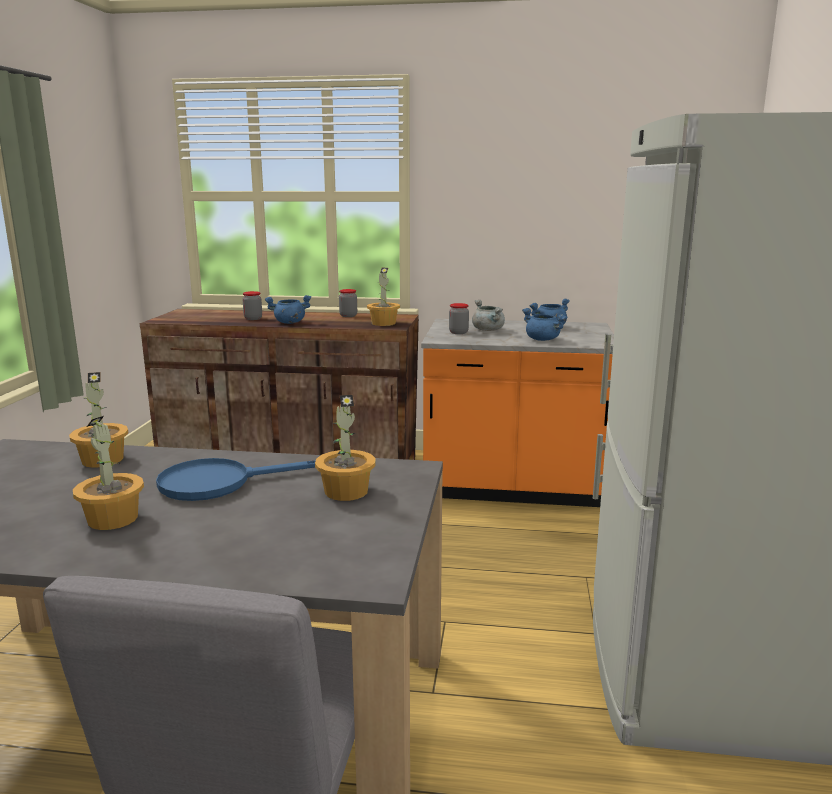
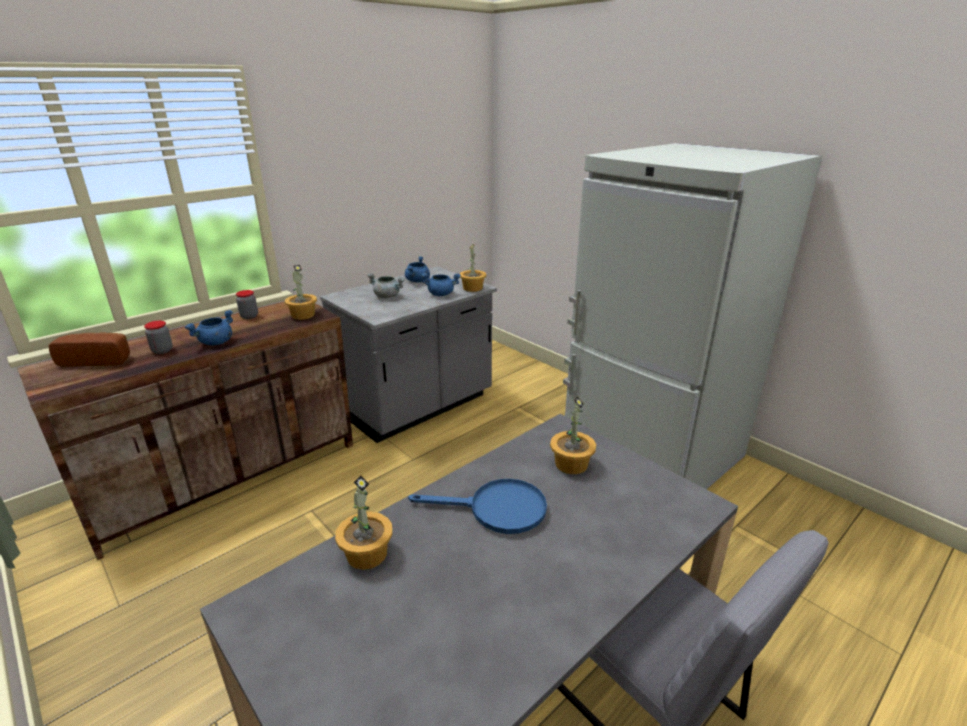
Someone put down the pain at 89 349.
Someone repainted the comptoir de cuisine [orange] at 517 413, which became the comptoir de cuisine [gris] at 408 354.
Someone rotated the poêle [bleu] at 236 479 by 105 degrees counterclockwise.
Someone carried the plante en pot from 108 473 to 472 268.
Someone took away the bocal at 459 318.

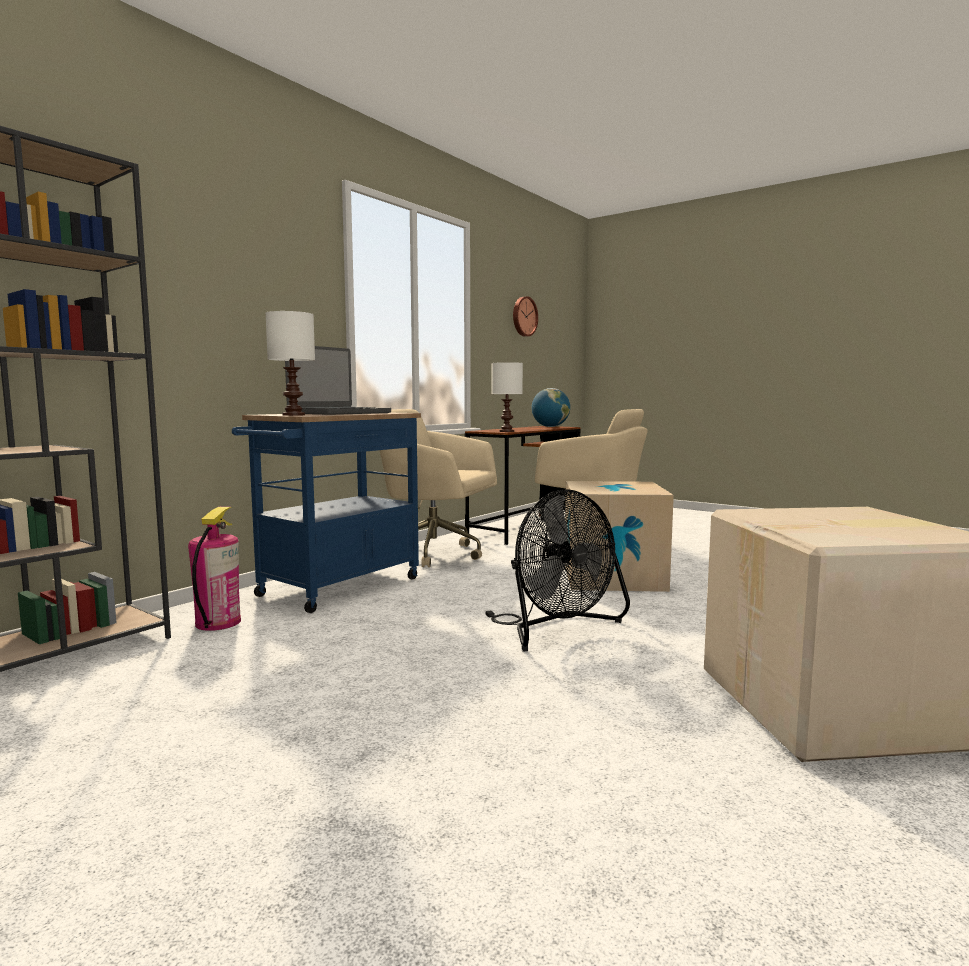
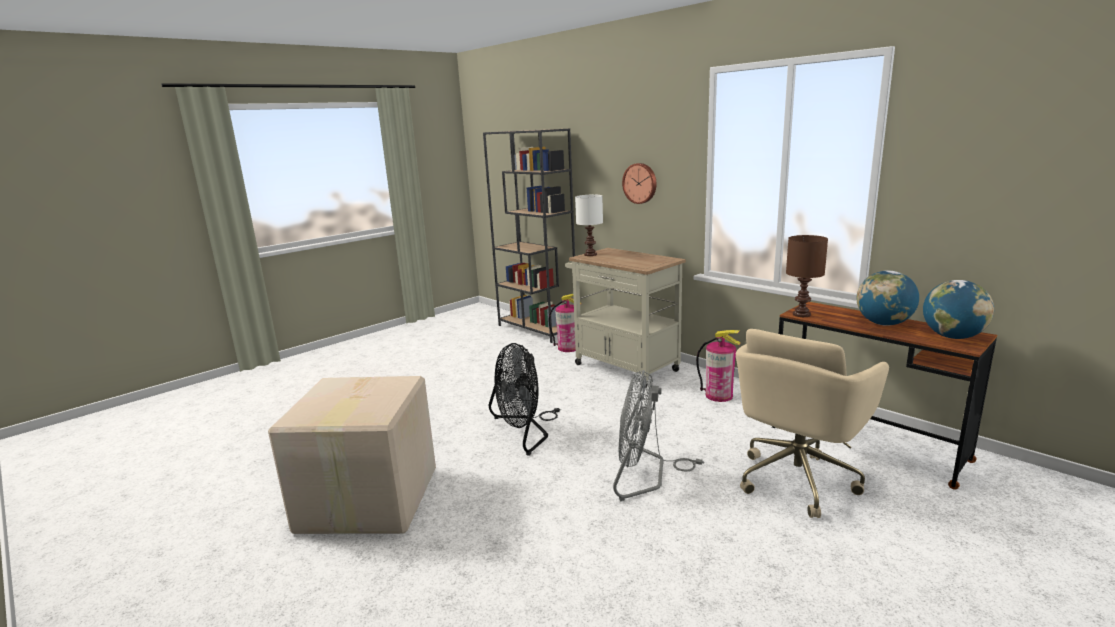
Someone repainted the chariot [bleu] at 326 513, which became the chariot [beige] at 625 318.
Someone swapped the carton at 619 536 for the ventilateur [gris] at 658 435.
Someone carried the horloge murale from 525 316 to 639 183.
Someone swapped the chaise de bureau [beige] at 438 488 for the extincteur at 718 366.
Someone repainted the lampe de table [blanc] at 507 397, which became the lampe de table [marron] at 807 276.
Someone put down the globe at 888 298.
Someone took away the ordinateur portable at 338 380.

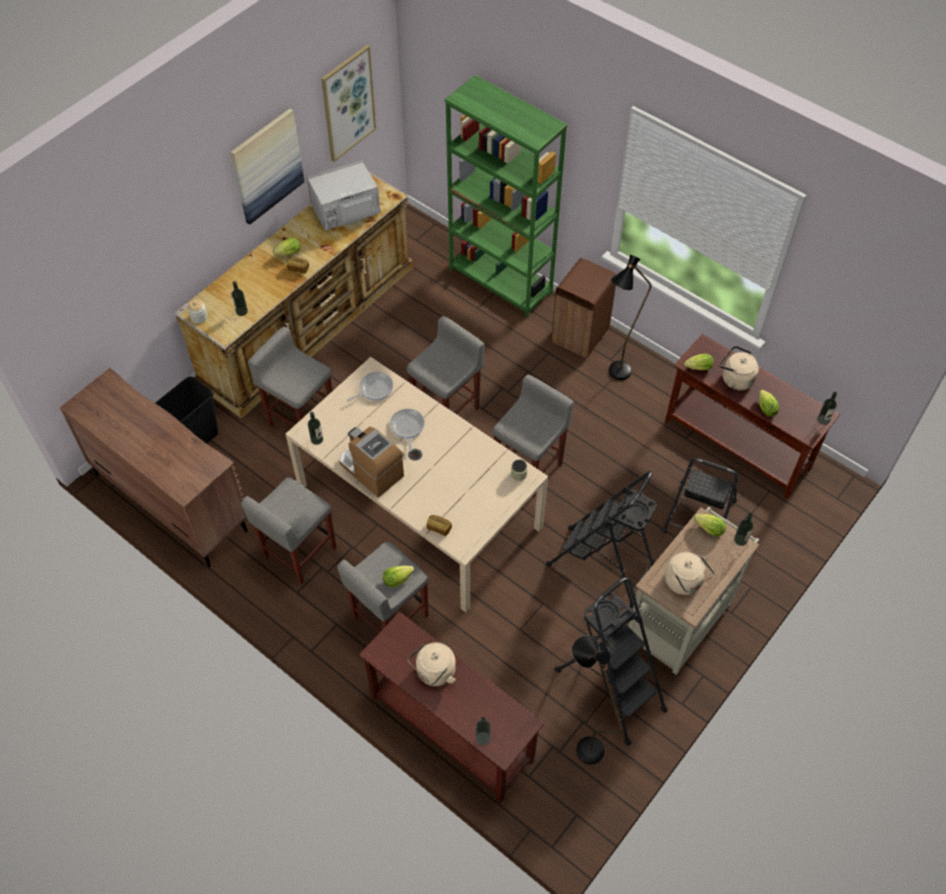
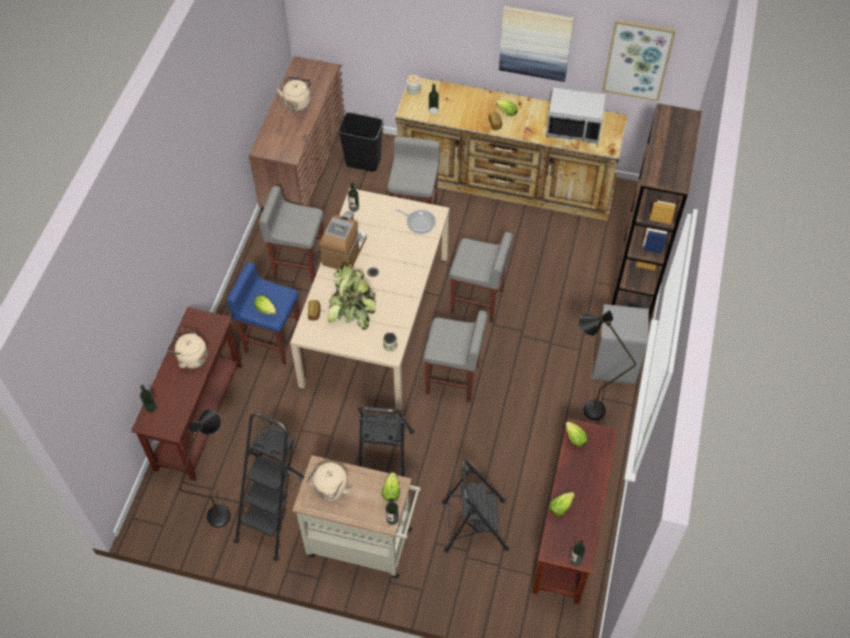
Someone repainted the tabouret [gris] at 383 587, which became the tabouret [bleu] at 263 313.
Someone carried the bouilloire [beige] from 739 368 to 294 94.
Someone put down the plante en pot at 351 297.
Someone rotated the micro-ondes [gris] at 344 195 by 150 degrees clockwise.
Someone repainted the poubelle [marron] at 583 308, which became the poubelle [gris] at 620 344.
Someone repainted the bibliothèque [vert] at 506 196, which became the bibliothèque [marron] at 656 212.
Someone took away the poêle at 407 430.

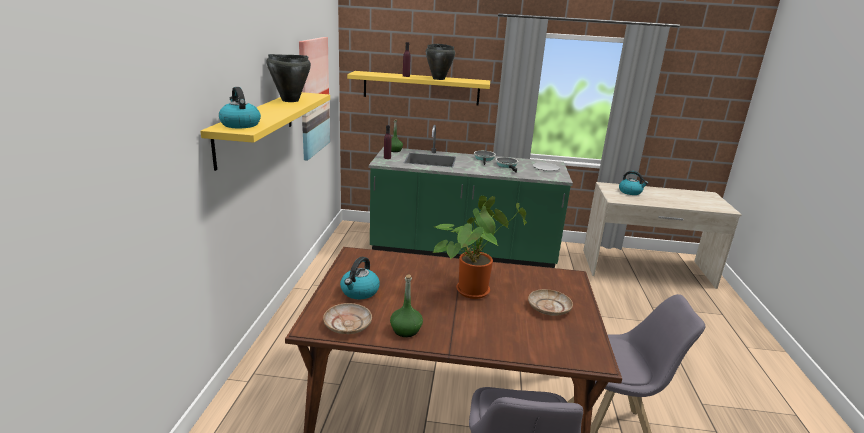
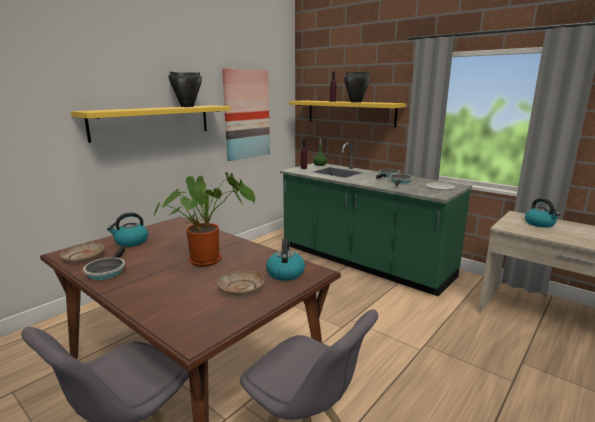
Someone swapped the bouteille [vert] at 406 305 for the poêle at 104 263.
Someone carried the bouilloire from 240 107 to 285 259.

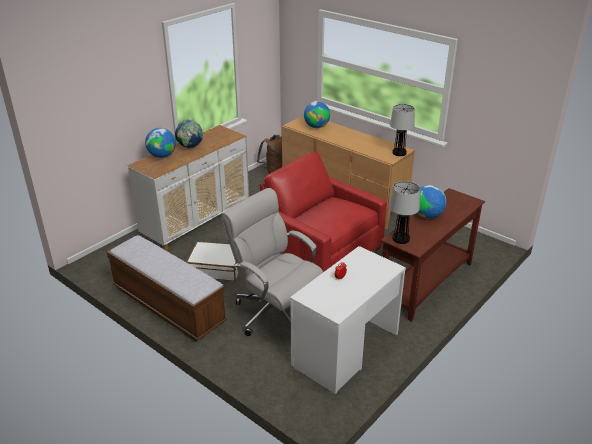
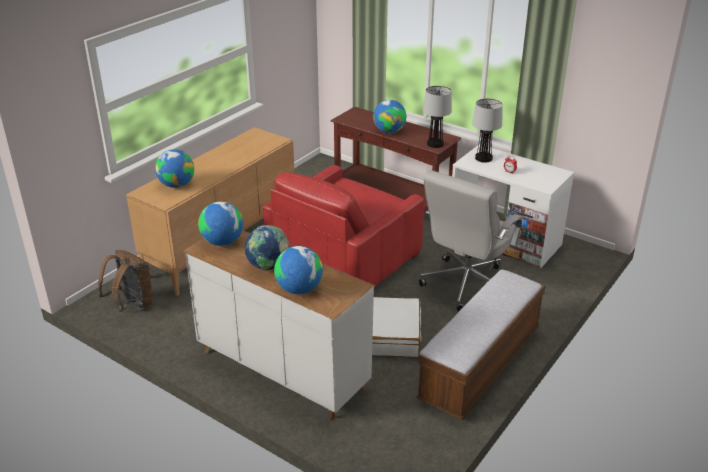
Someone put down the globe at 220 224.
Someone carried the lampe de table from 402 130 to 487 130.

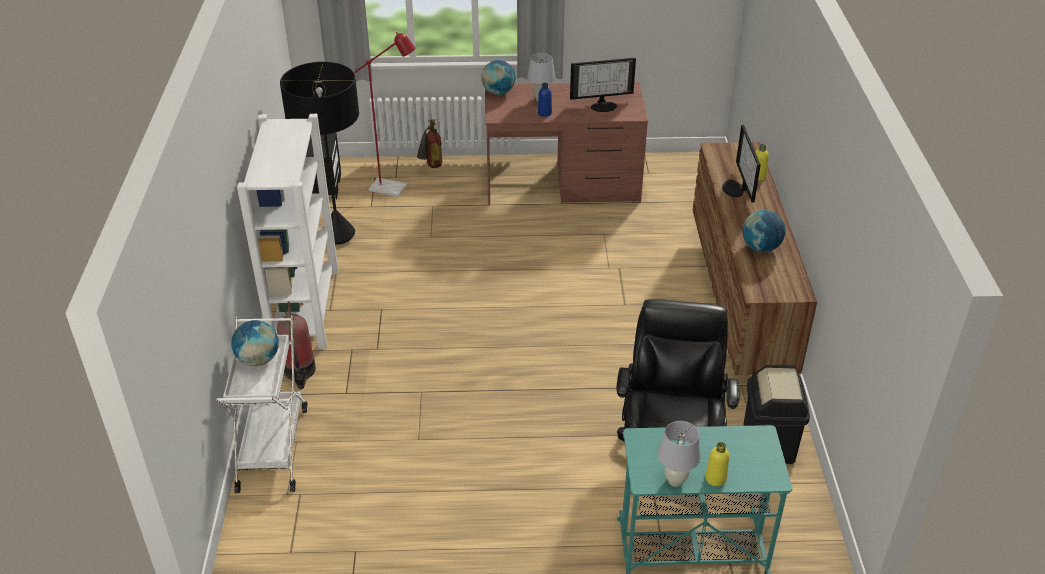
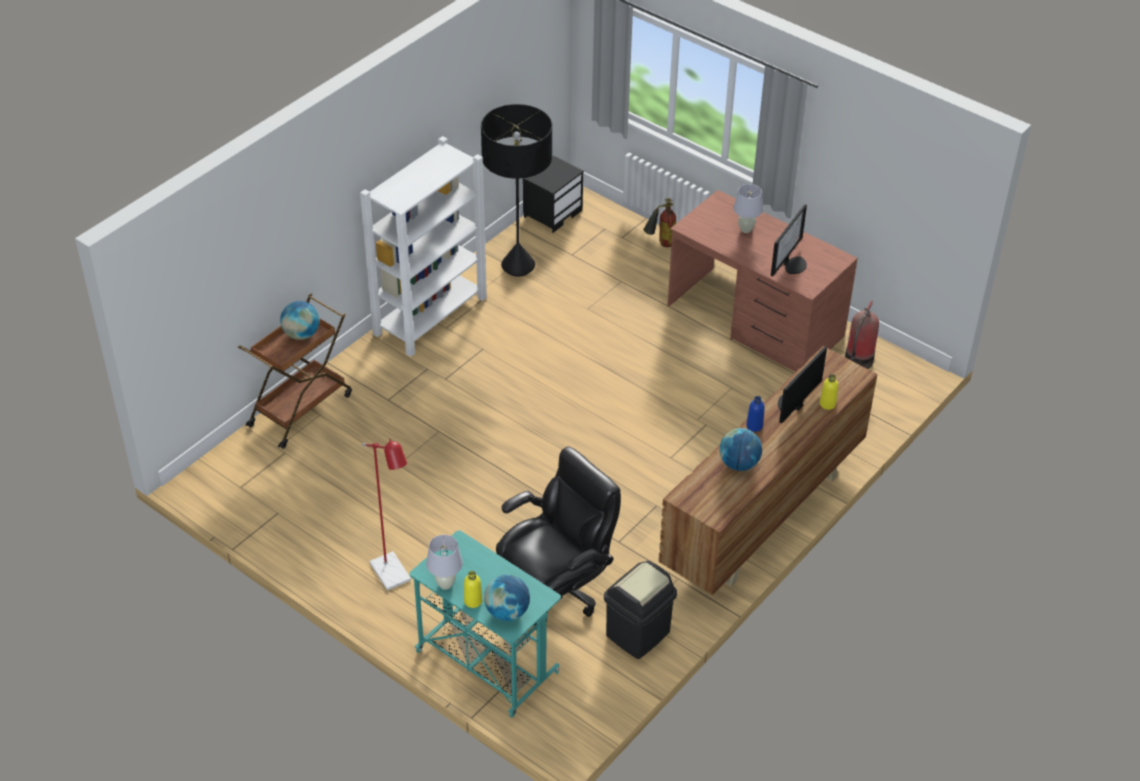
Someone repainted the chariot [blanc] at 262 404, which became the chariot [marron] at 295 371.
Someone carried the lampadaire [rouge] from 385 114 to 386 515.
Someone carried the globe from 498 77 to 507 598.
Someone carried the bouteille [bleu] from 545 100 to 755 414.
Someone rotated the écran d'ordinateur at 603 85 by 90 degrees counterclockwise.
Someone carried the extincteur from 296 345 to 862 334.

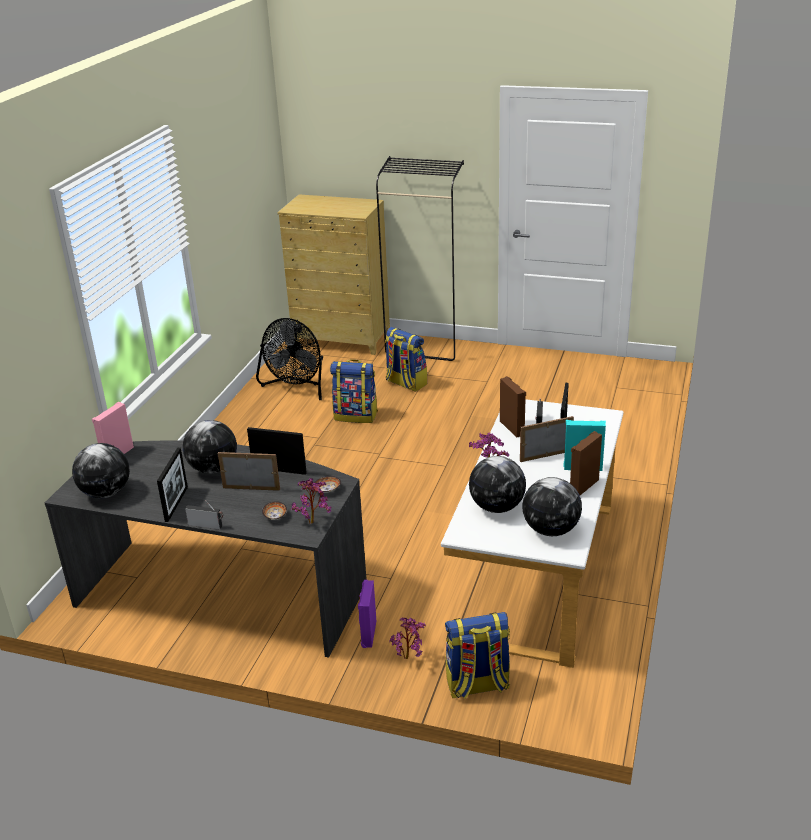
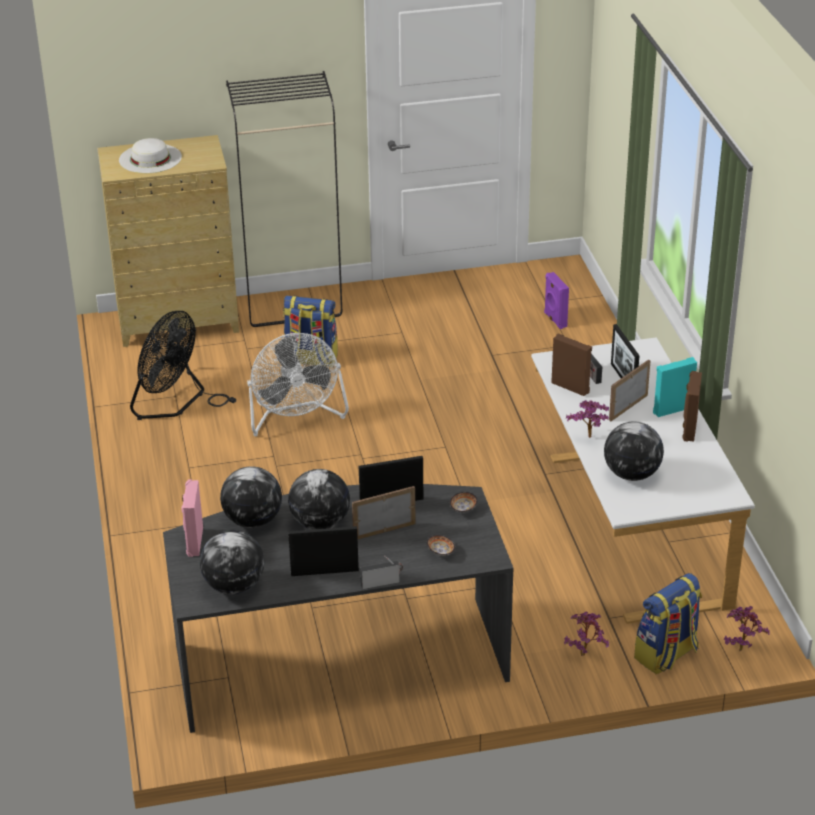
Someone put down the chapeau [blanc] at 150 155.
Someone rotated the ventilateur [noir] at 289 359 by 120 degrees clockwise.
Someone carried the globe from 552 506 to 251 497.
Someone swapped the sac à dos at 354 391 for the ventilateur [blanc] at 298 384.
Someone rotated the cadre photo at 172 485 by 75 degrees counterclockwise.
Someone carried the enceinte [violet] from 367 614 to 556 300.
Someone carried the plante en pot from 311 501 to 747 628.

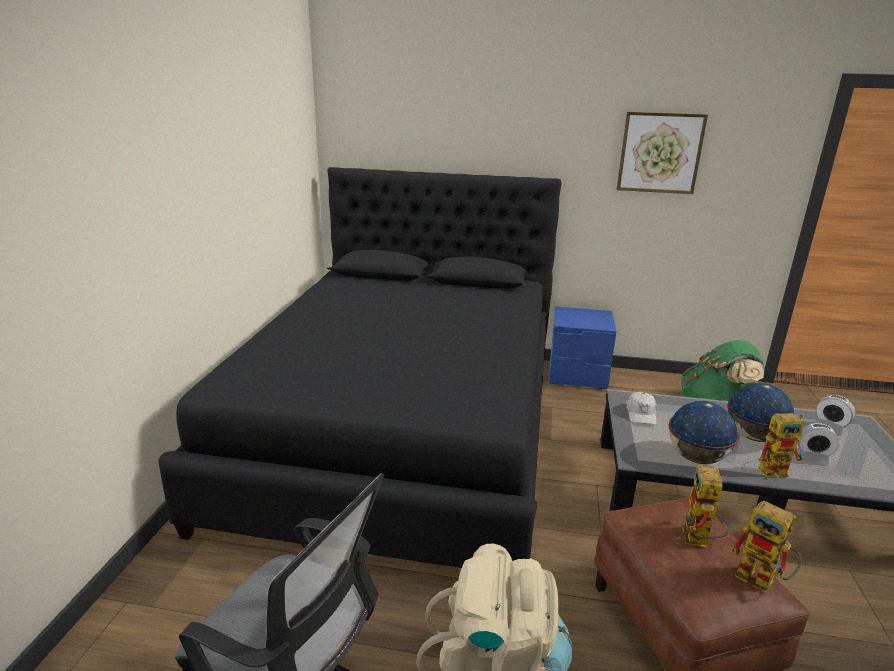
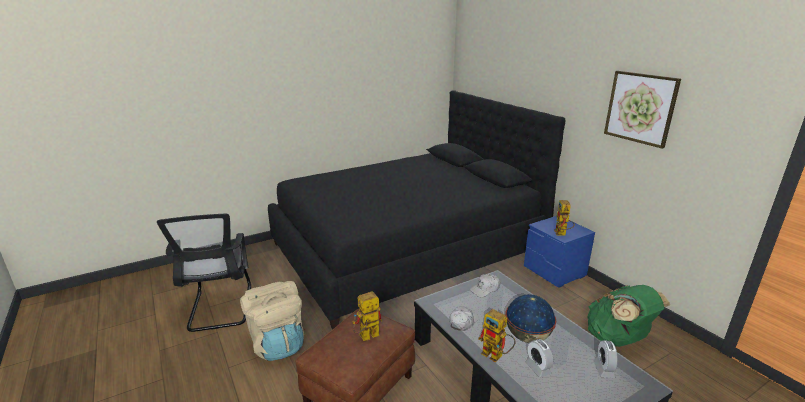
Someone swapped the globe at 704 432 for the casquette [blanc] at 464 319.
Someone carried the robot jouet from 766 547 to 564 218.

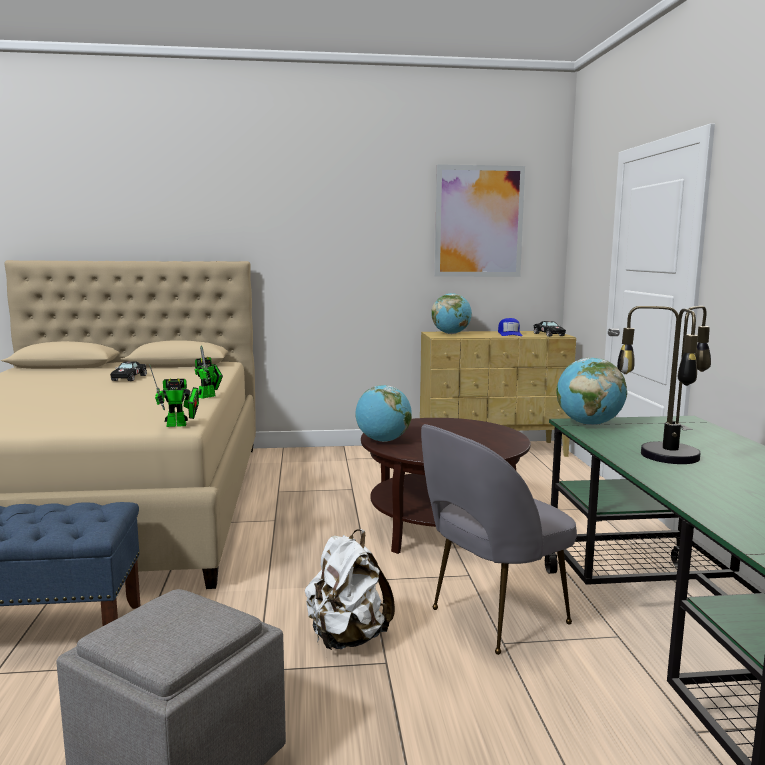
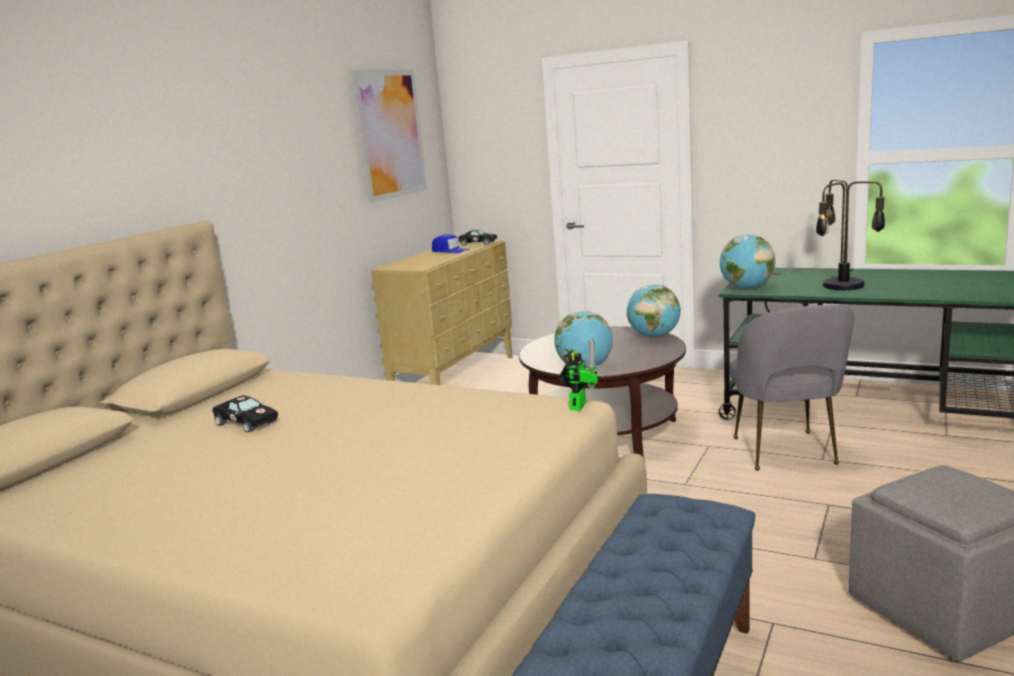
Someone carried the globe from 451 313 to 654 311.
Someone took away the robot jouet at 209 372.
Someone took away the sac à dos [blanc] at 350 589.

